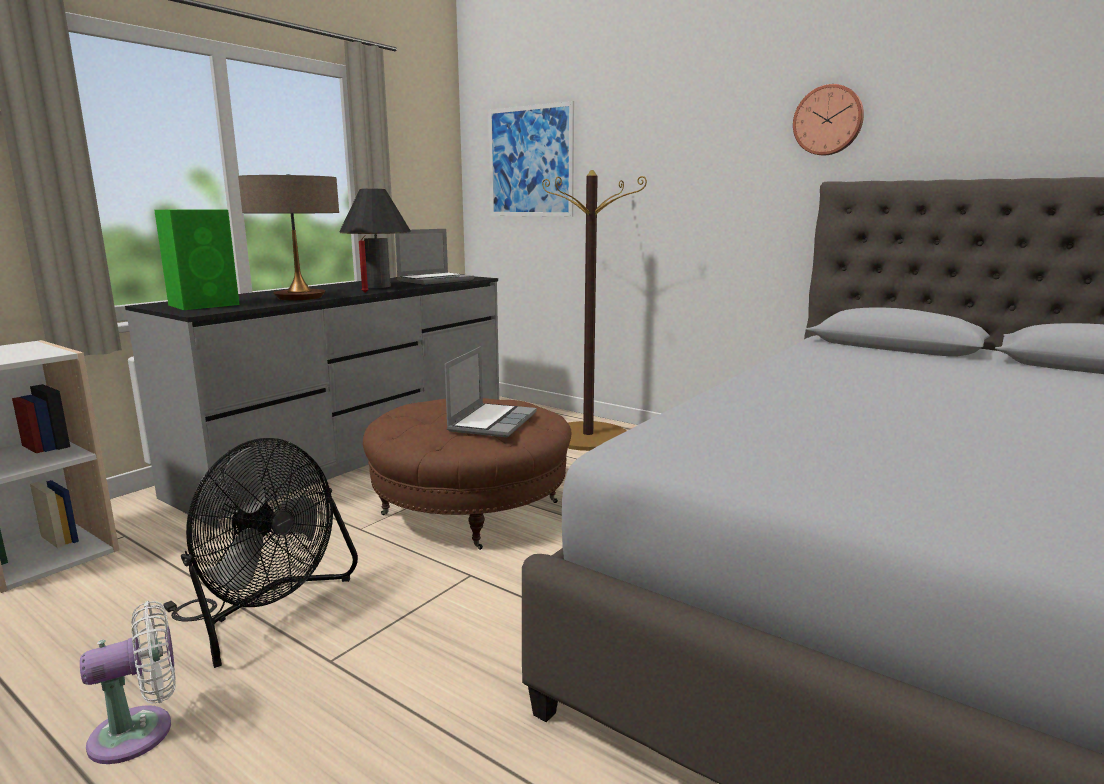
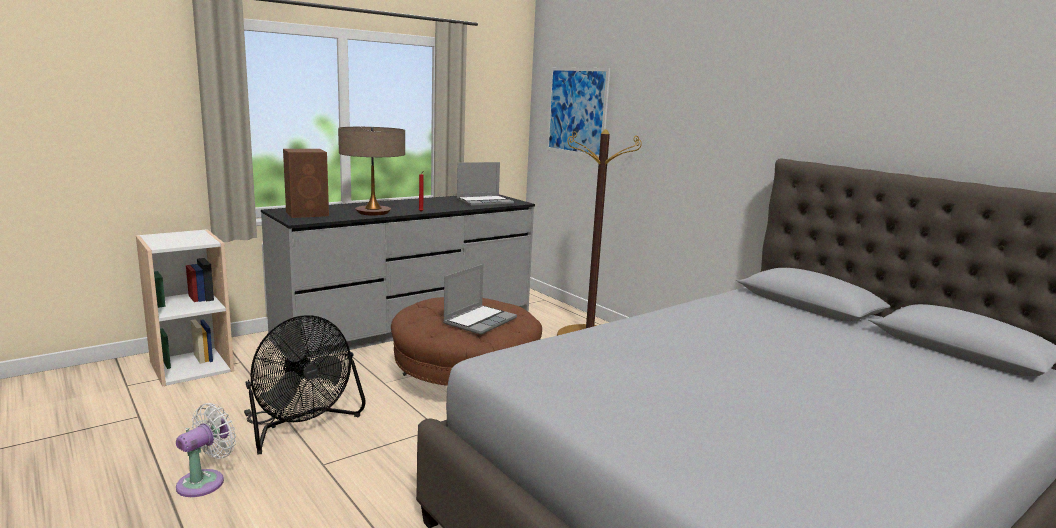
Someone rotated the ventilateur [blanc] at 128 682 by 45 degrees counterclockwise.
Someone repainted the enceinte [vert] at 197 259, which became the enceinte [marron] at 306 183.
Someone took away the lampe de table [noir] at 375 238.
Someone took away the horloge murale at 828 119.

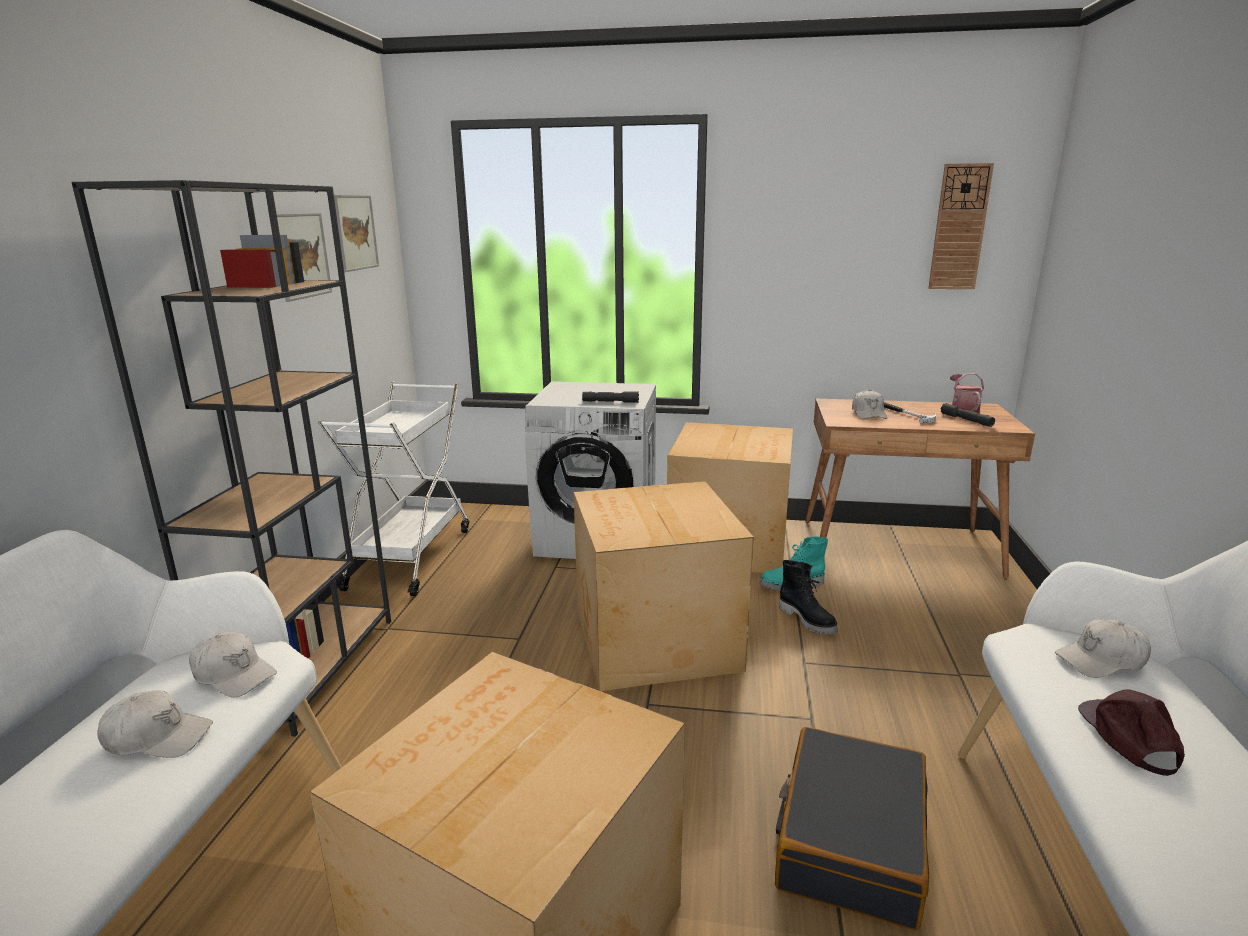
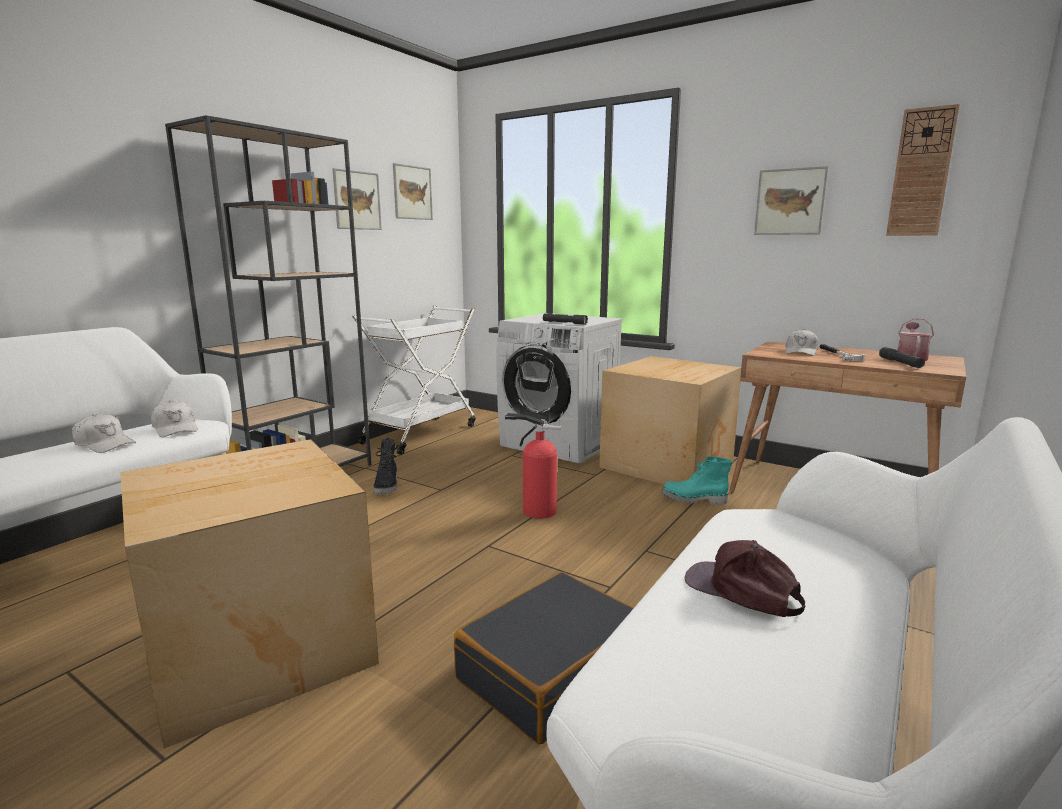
Someone carried the botte [noir] from 808 597 to 385 466.
Someone swapped the carton at 664 586 for the extincteur at 533 466.
Someone rotated the casquette [marron] at 1131 732 by 75 degrees counterclockwise.
Someone put up the tableau at 791 200.
Someone took away the casquette [blanc] at 1103 648.

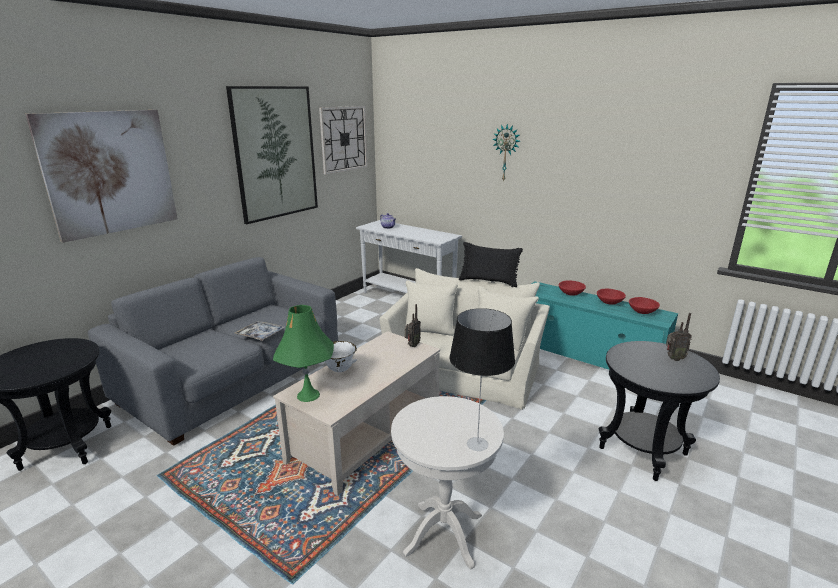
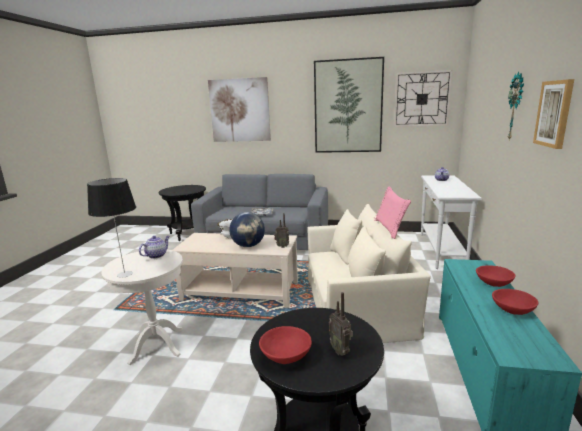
Someone put down the théière at 154 247.
Someone put down the globe at 247 229.
Someone carried the bol [rouge] from 644 305 to 285 345.
Someone repainted the coussin [noir] at 491 264, which became the coussin [rose] at 392 212.
Someone put up the tableau at 553 114.
Someone took away the lampe de table [vert] at 303 353.

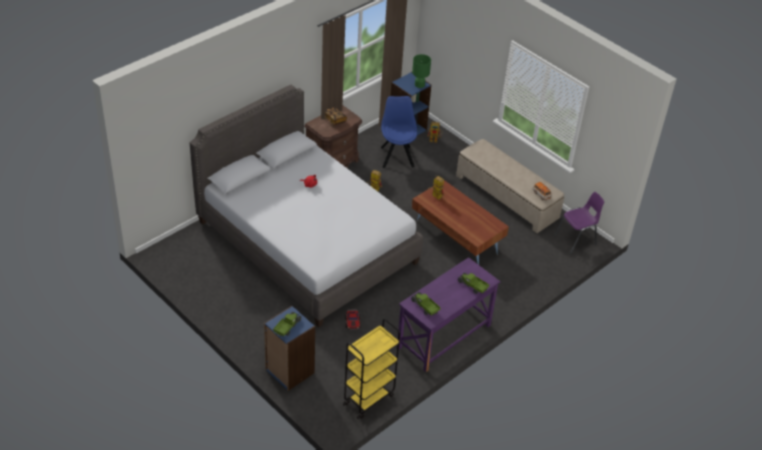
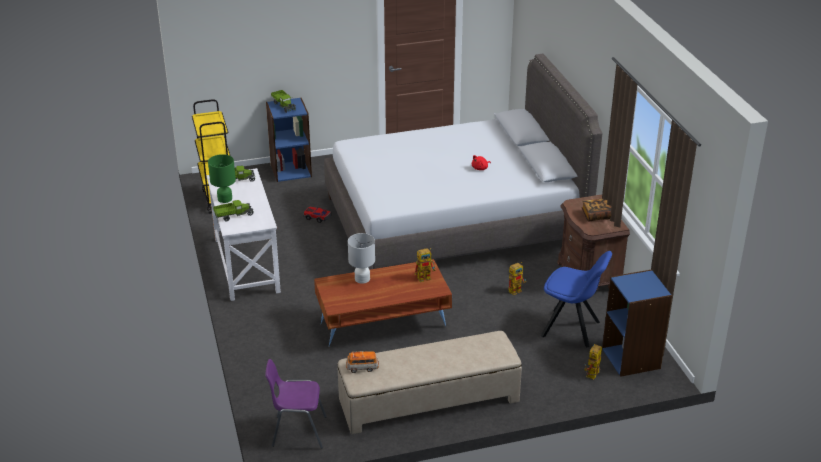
Someone repainted the bureau [violet] at 449 314, which became the bureau [blanc] at 243 234.
Someone carried the lampe de table [vert] from 421 71 to 222 178.
Someone rotated the chaise [violet] at 579 223 by 90 degrees clockwise.
Someone put down the lampe de table [gris] at 361 258.

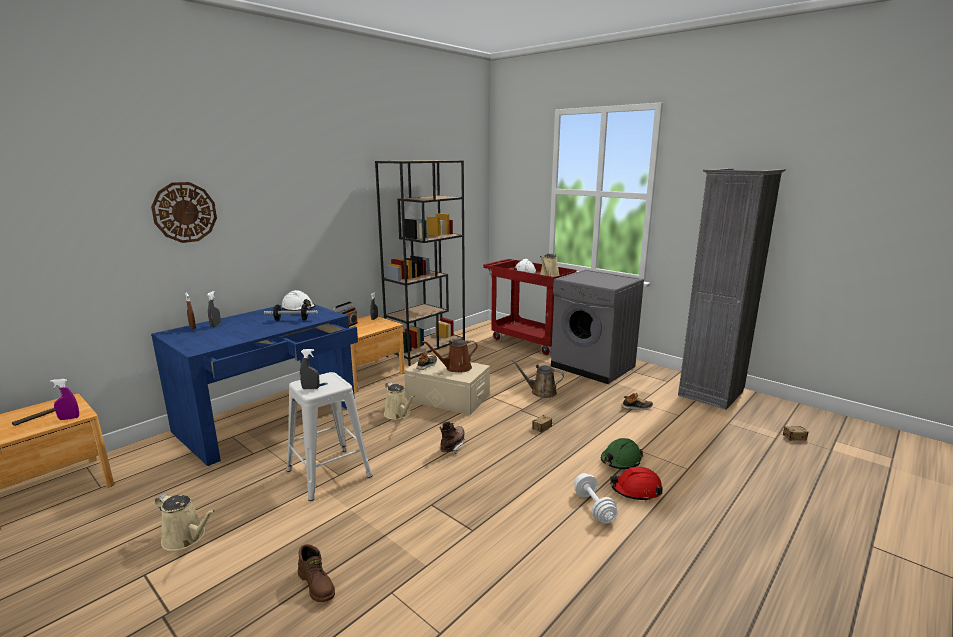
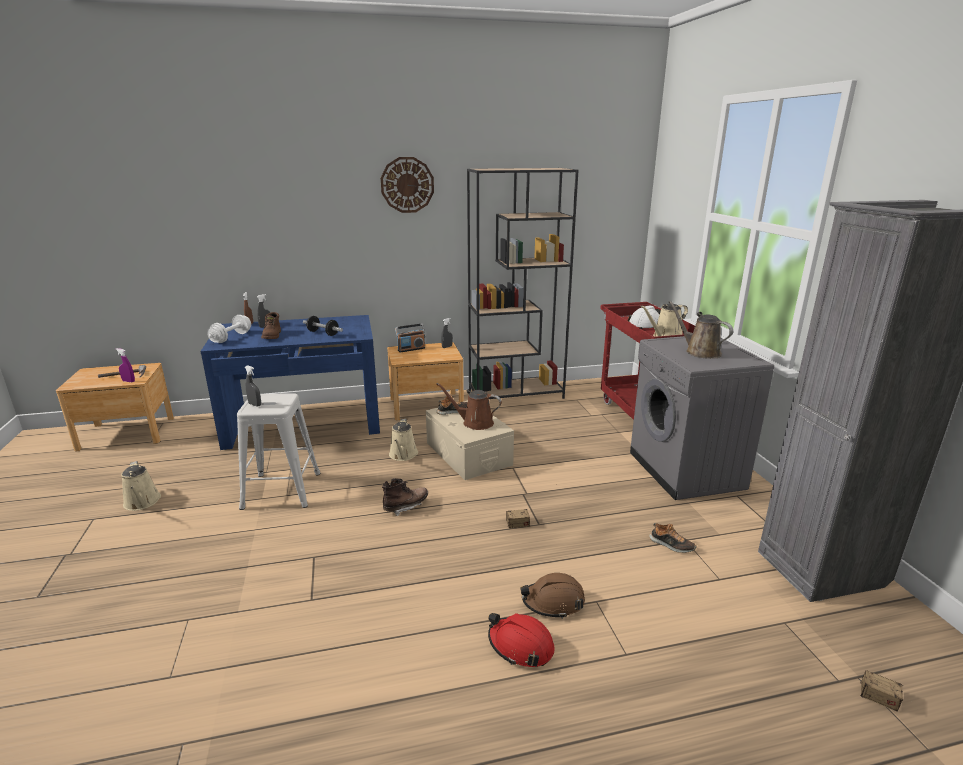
Someone carried the haltère [blanc] from 596 498 to 229 329.
Someone carried the botte [marron] from 316 573 to 271 325.
Someone carried the horloge murale from 184 212 to 407 185.
Someone repainted the casque de chantier [vert] at 622 453, which became the casque de chantier [marron] at 552 596.
Someone carried the arrosoir [marron] from 537 378 to 701 330.
Someone took away the casque de chantier [blanc] at 298 300.

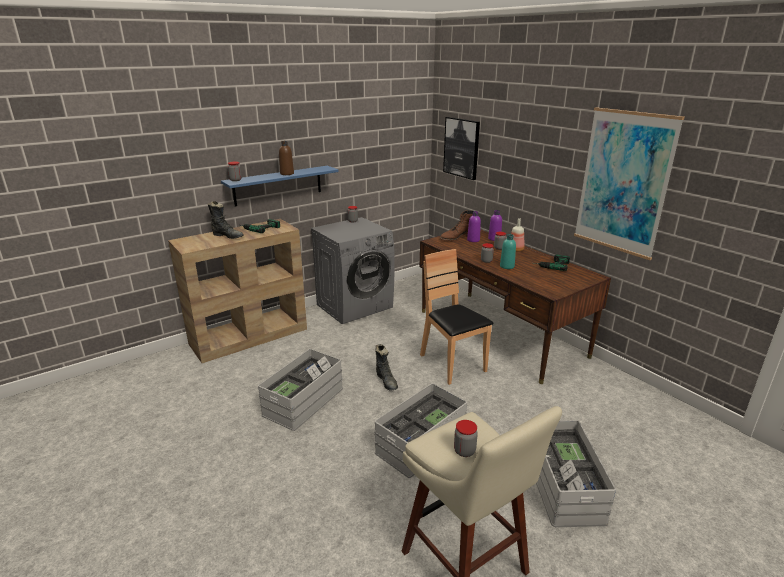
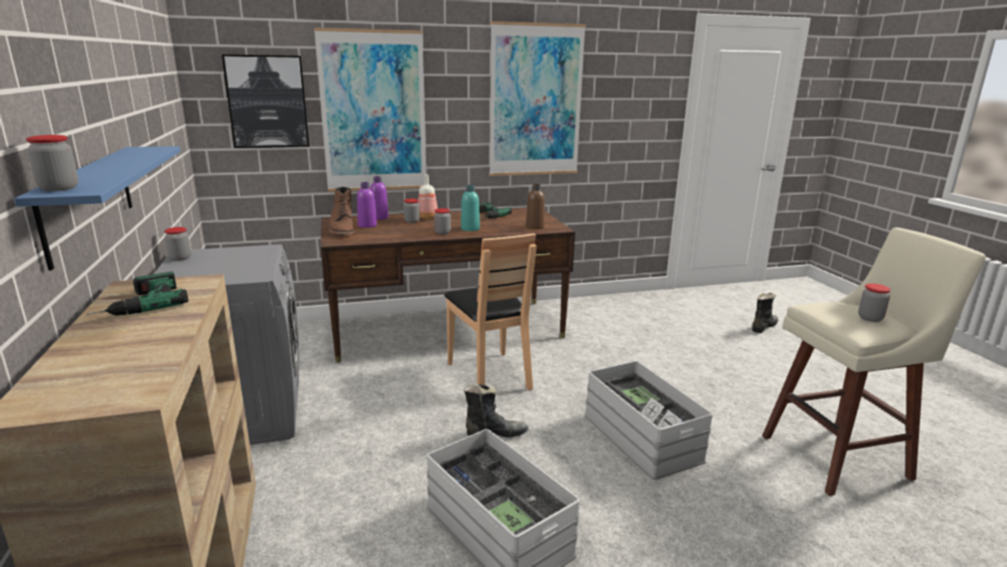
Someone put up the tableau at 370 109.
Someone rotated the chaise [marron] at 456 317 by 105 degrees counterclockwise.
Someone carried the bouteille [marron] from 286 158 to 535 206.
Someone carried the botte [noir] from 226 220 to 765 313.
Someone took away the boîte de rangement [gris] at 576 473.

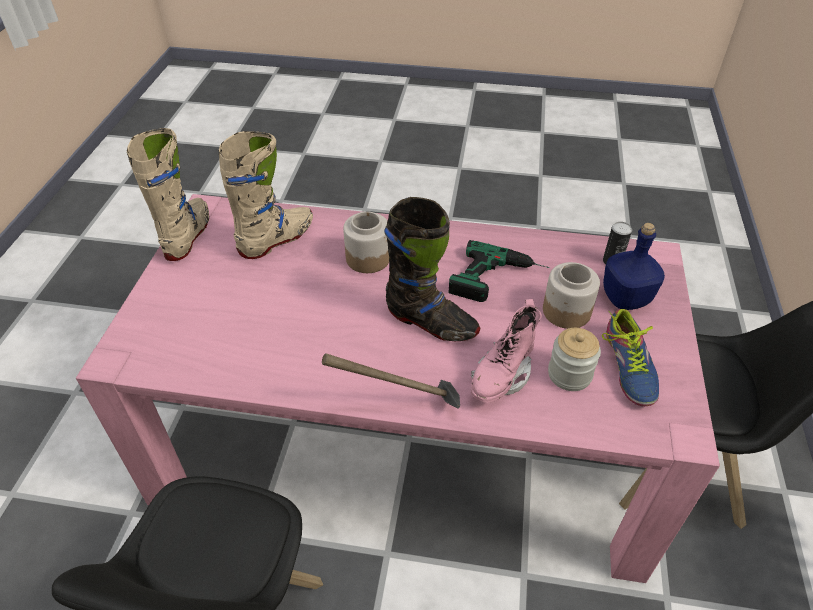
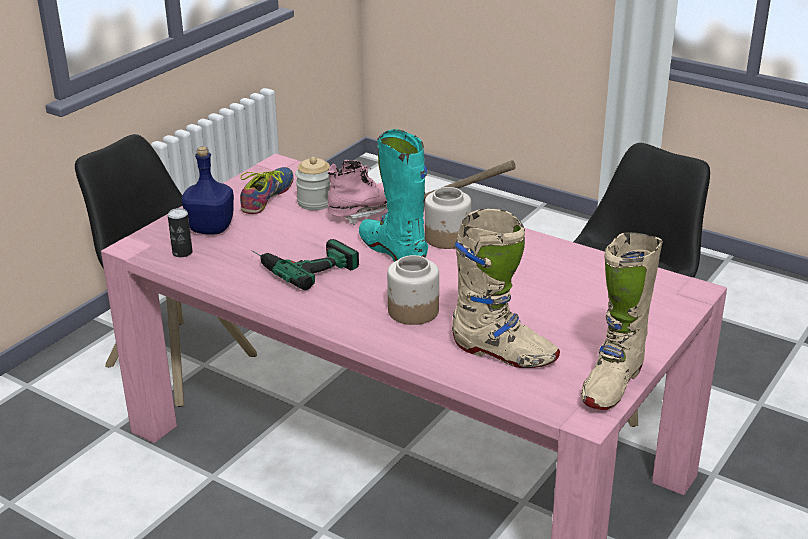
Someone repainted the botte [noir] at 432 269, which became the botte [turquoise] at 393 195.
Someone carried the bocal from 571 295 to 448 218.
Someone rotated the botte [beige] at 266 195 by 135 degrees counterclockwise.

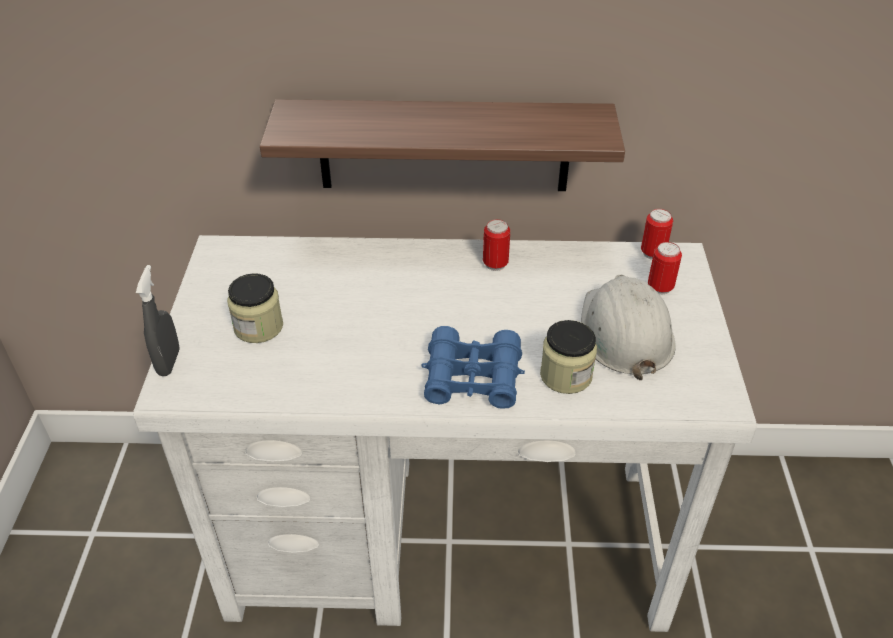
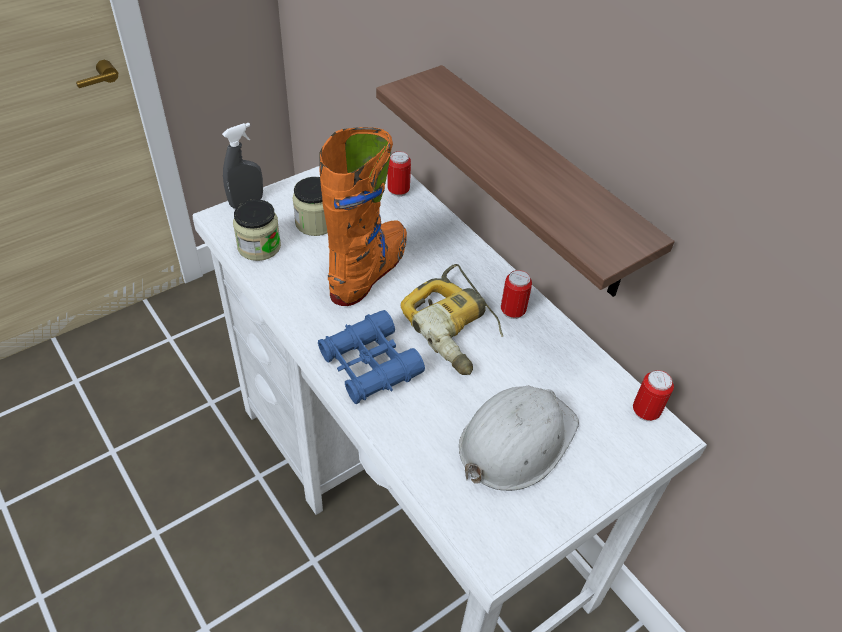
Someone carried the bocal from 568 357 to 257 230.
Someone put down the botte [orange] at 363 216.
Someone carried the boîte métallique from 665 268 to 399 174.
Someone put down the perceuse at 451 319.

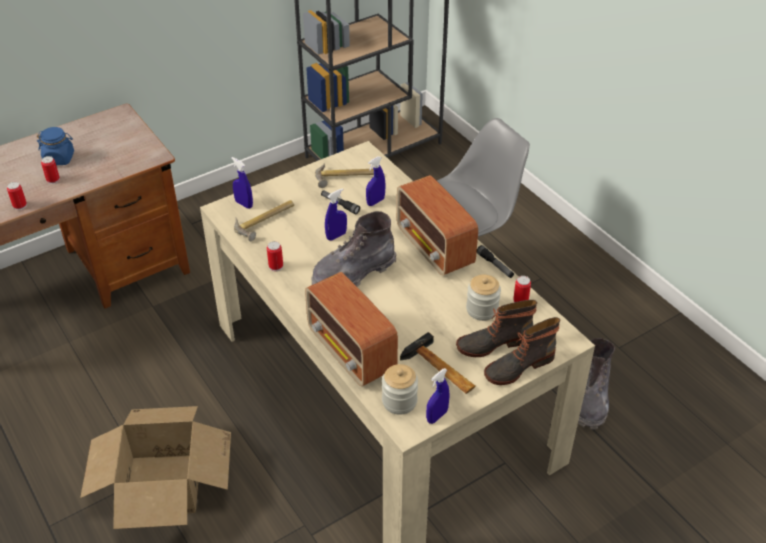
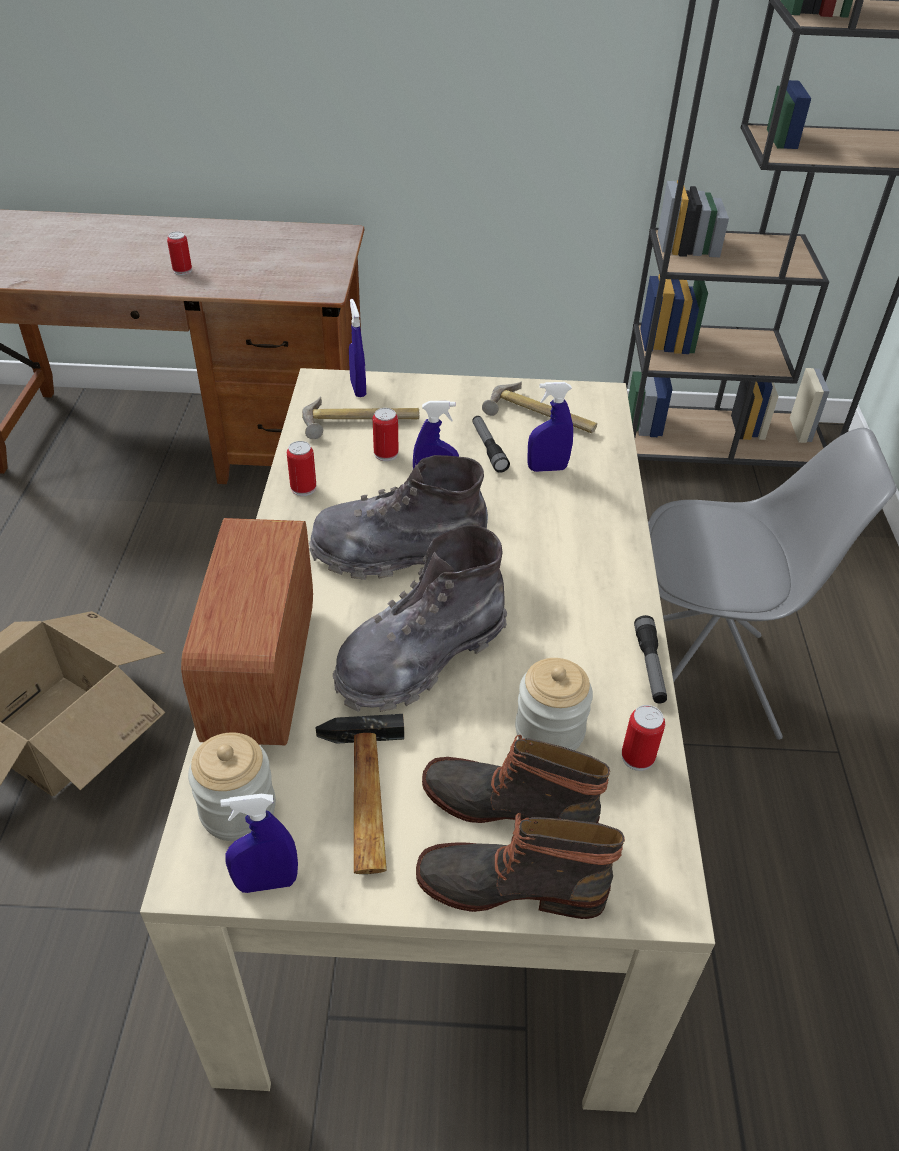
Someone carried the botte [gris] from 596 384 to 420 618.
Someone carried the boîte métallique from 17 196 to 386 434.
Someone took away the bocal [bleu] at 55 146.
Someone took away the radio at 437 225.

